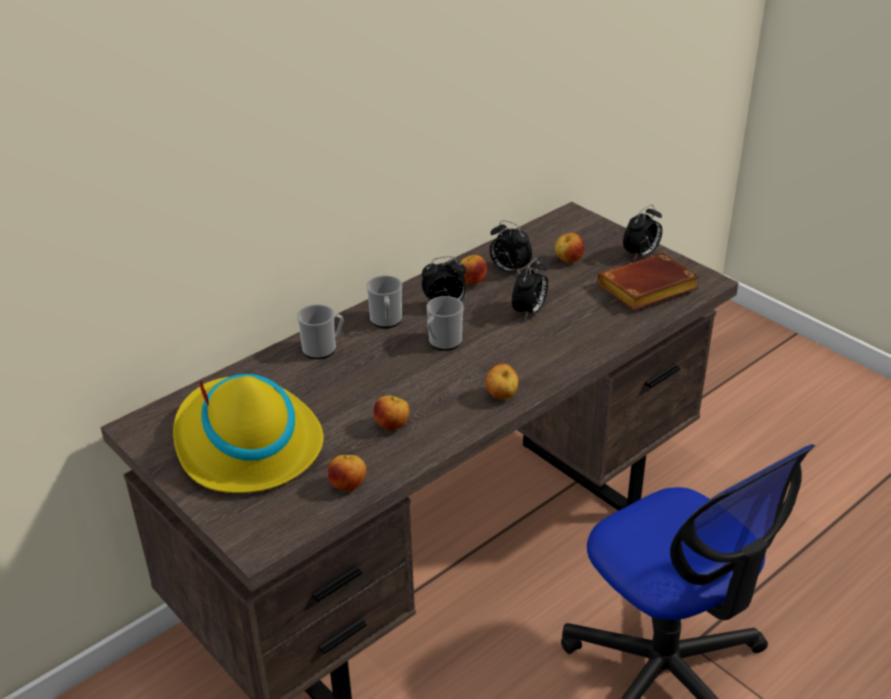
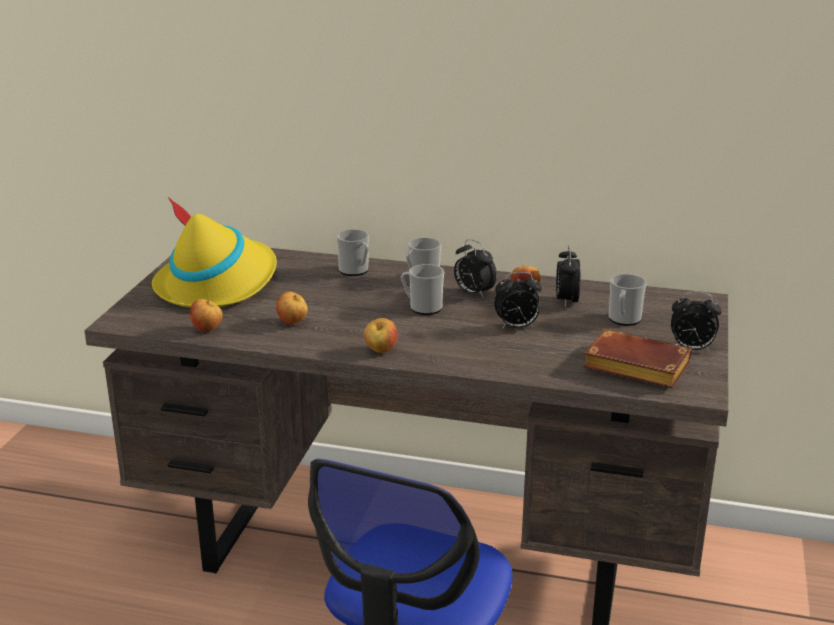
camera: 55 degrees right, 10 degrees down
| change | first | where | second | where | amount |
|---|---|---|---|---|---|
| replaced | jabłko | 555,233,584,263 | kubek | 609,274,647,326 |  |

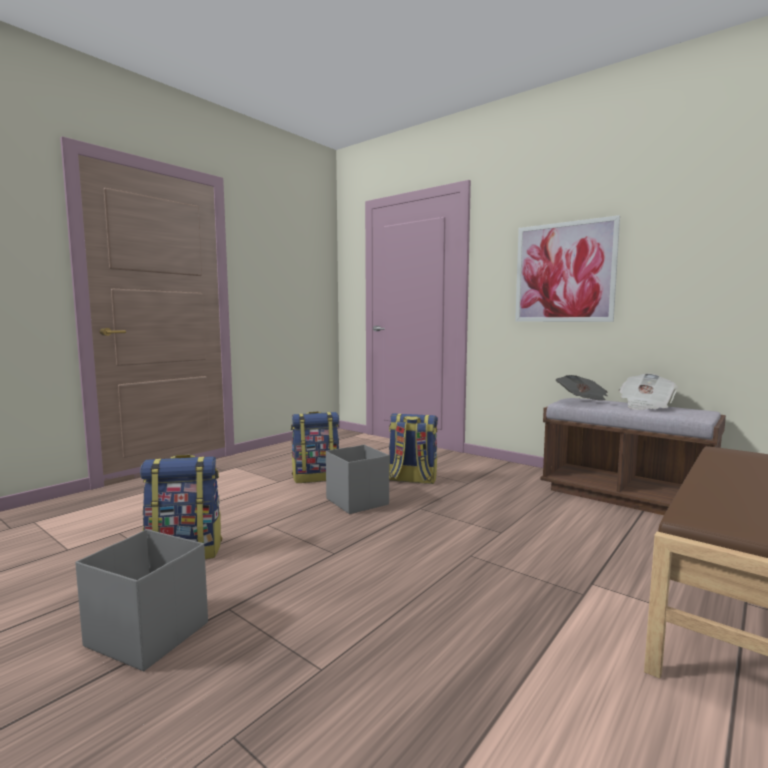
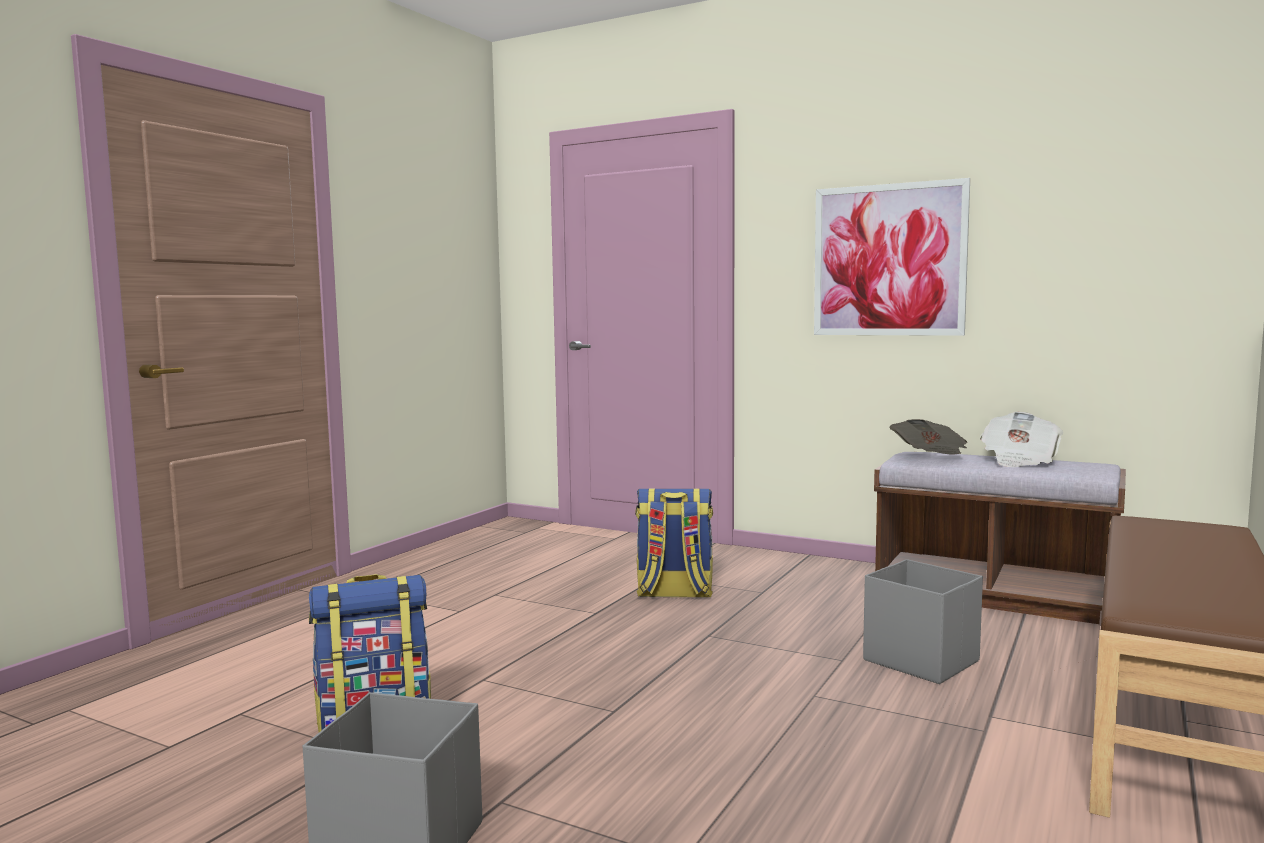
camera: 10 degrees left, 0 degrees up
| change | first | where | second | where | amount |
|---|---|---|---|---|---|
| removed | plecak | 291,412,339,483 |  |  |  |
| moved | pojemnik do przechowywania/szary | 326,445,389,514 |  | 863,559,983,684 |  |

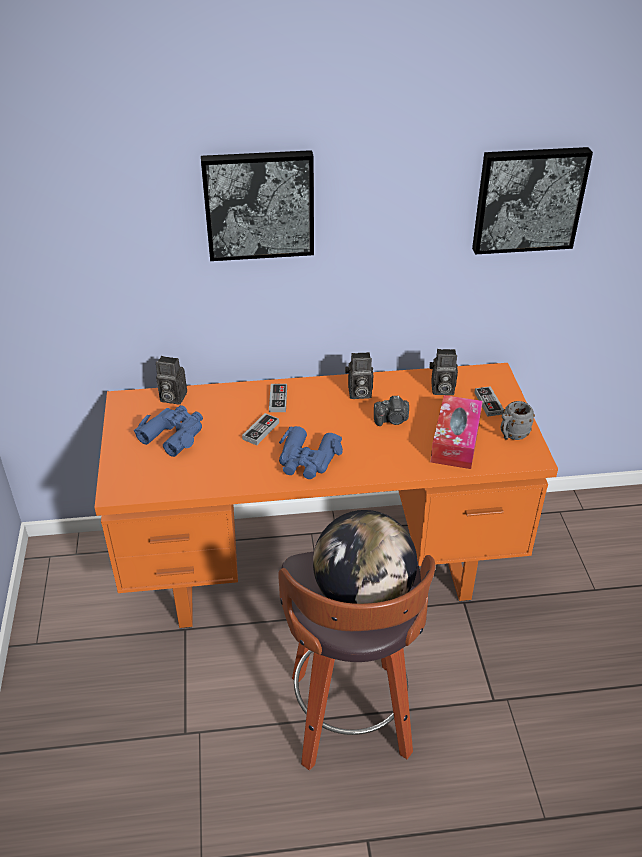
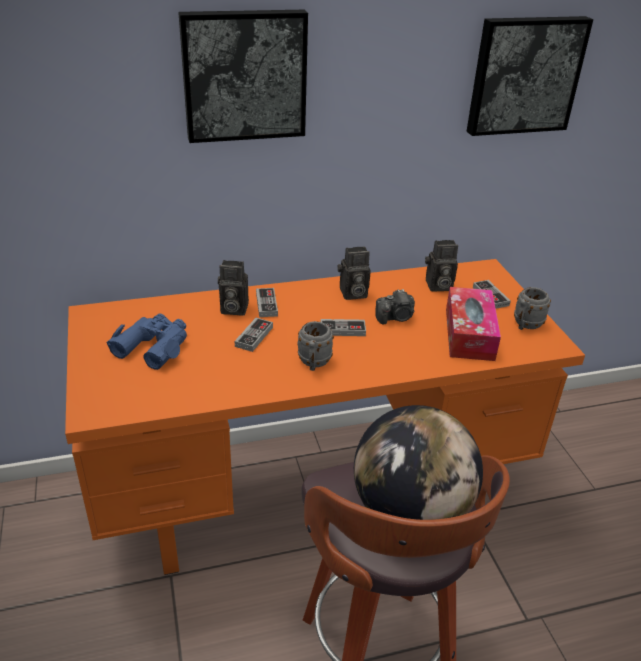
camera: 10 degrees left, 5 degrees down
| change | first | where | second | where | amount |
|---|---|---|---|---|---|
| moved | aparat fotograficzny | 156,356,187,405 |  | 218,260,249,316 |  |
| replaced | lornetka/niebieski | 279,426,343,479 | kubek/szary | 297,321,334,371 |  |
| added |  |  | pad do gier | 321,319,366,336 |  |

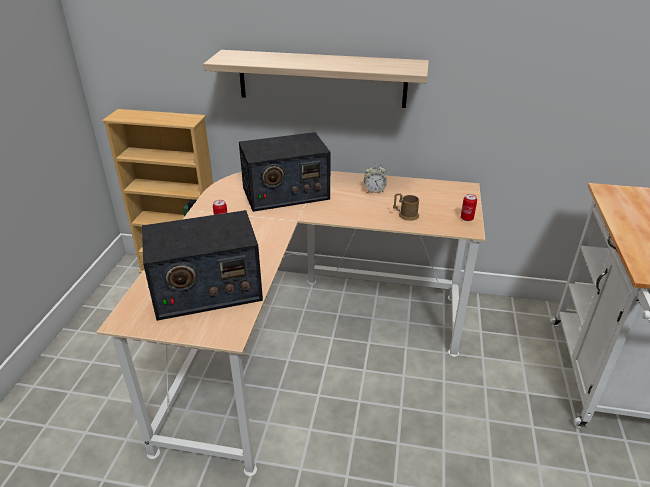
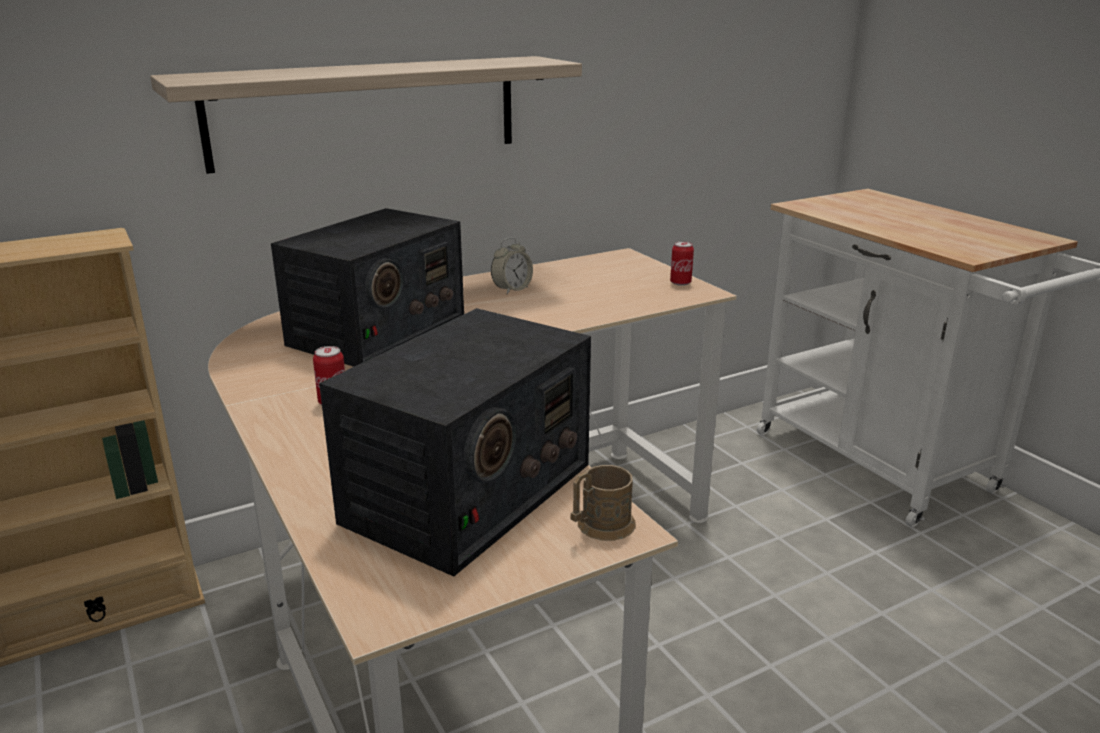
camera: 40 degrees left, 10 degrees down
| change | first | where | second | where | amount |
|---|---|---|---|---|---|
| moved | kubek/brązowy | 393,193,419,221 |  | 571,465,636,541 |  |

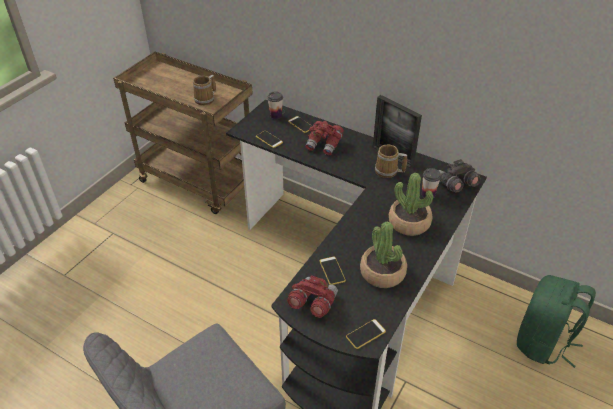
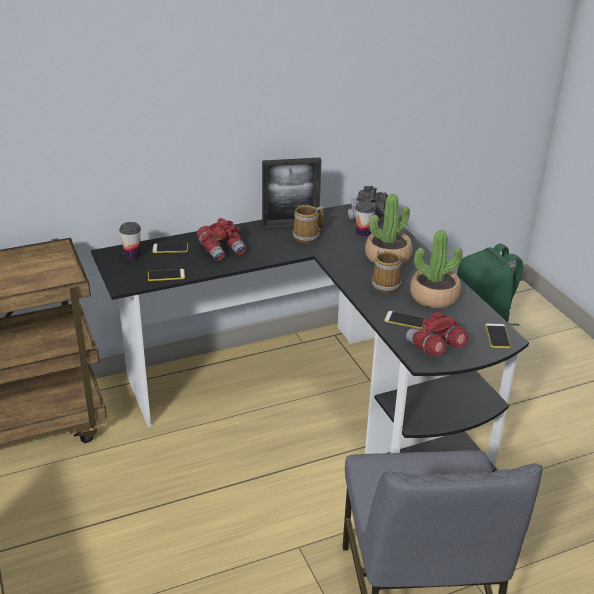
camera: 55 degrees left, 10 degrees down
| change | first | where | second | where | amount |
|---|---|---|---|---|---|
| moved | kubek | 193,75,216,105 |  | 372,249,402,294 |  |

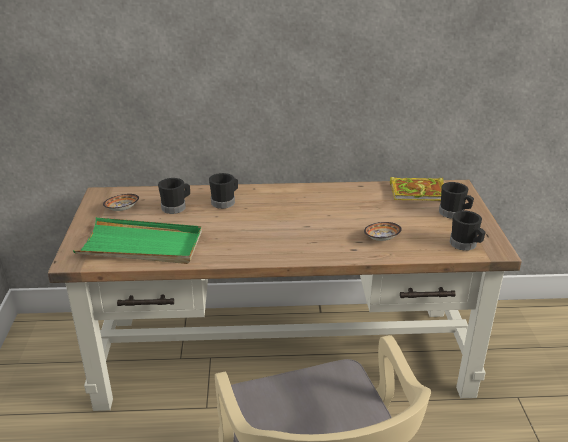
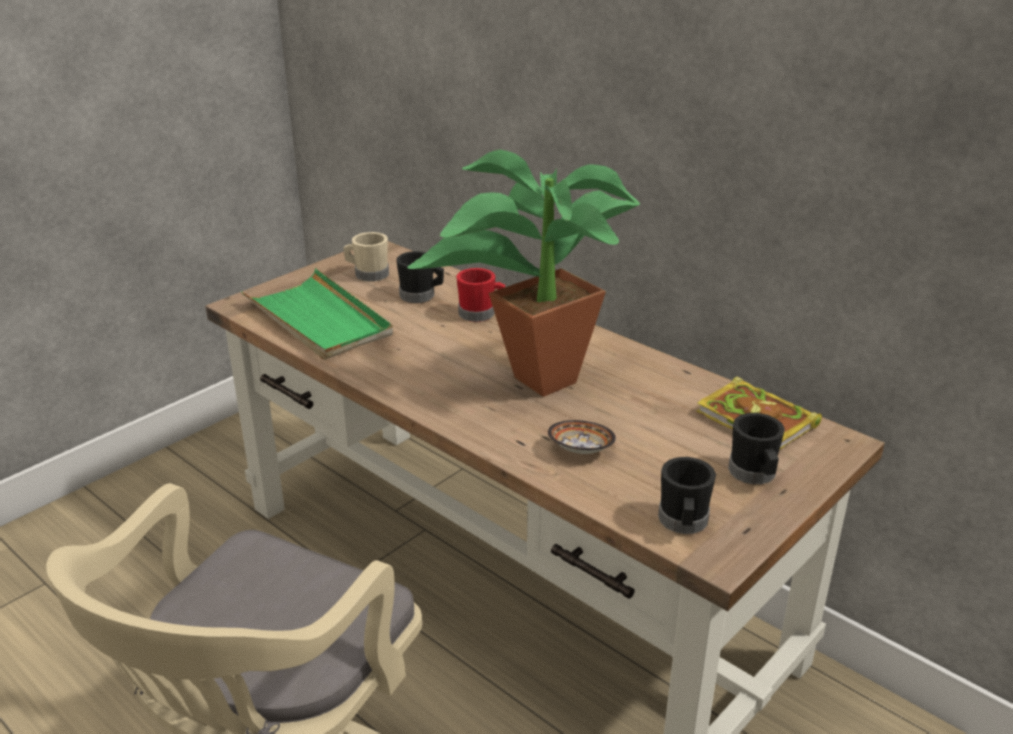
camera: 45 degrees right, 0 degrees up
| change | first | where | second | where | amount |
|---|---|---|---|---|---|
| replaced | miska | 103,194,139,211 | kubek/beżowy | 343,232,389,282 |  |
| recoloured | kubek/czarny | 209,173,238,209 | kubek/czerwony | 456,268,505,322 |  |
| added |  |  | roślina doniczkowa | 407,149,640,397 |  |

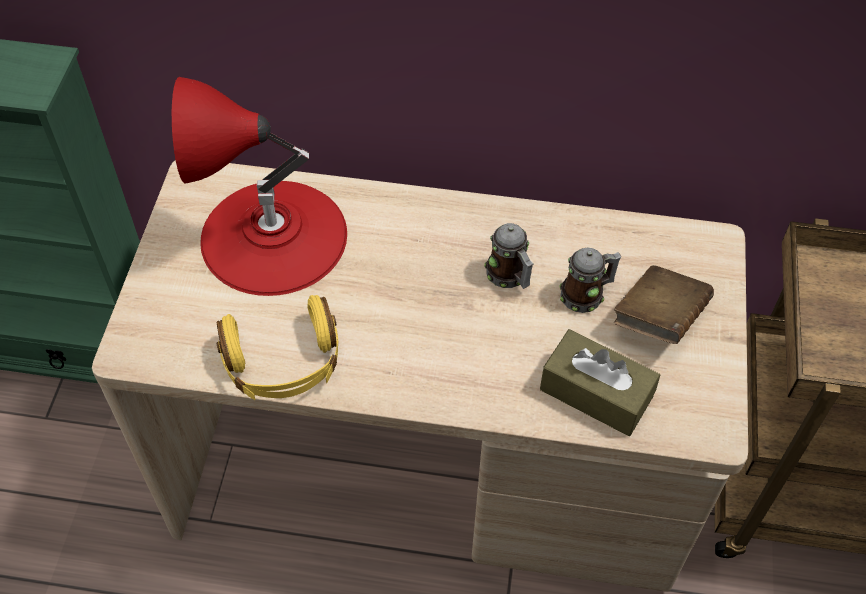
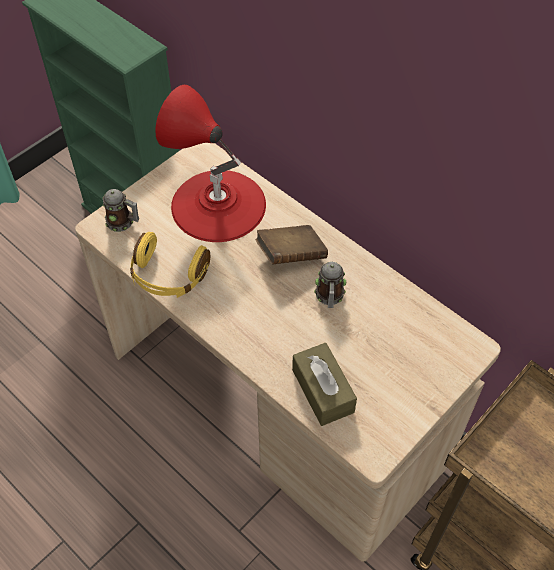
camera: 35 degrees right, 0 degrees up
| change | first | where | second | where | amount |
|---|---|---|---|---|---|
| moved | kubek | 559,248,621,313 |  | 102,189,139,232 |  |
| moved | książka/brązowy | 614,265,714,344 |  | 255,225,328,264 |  |

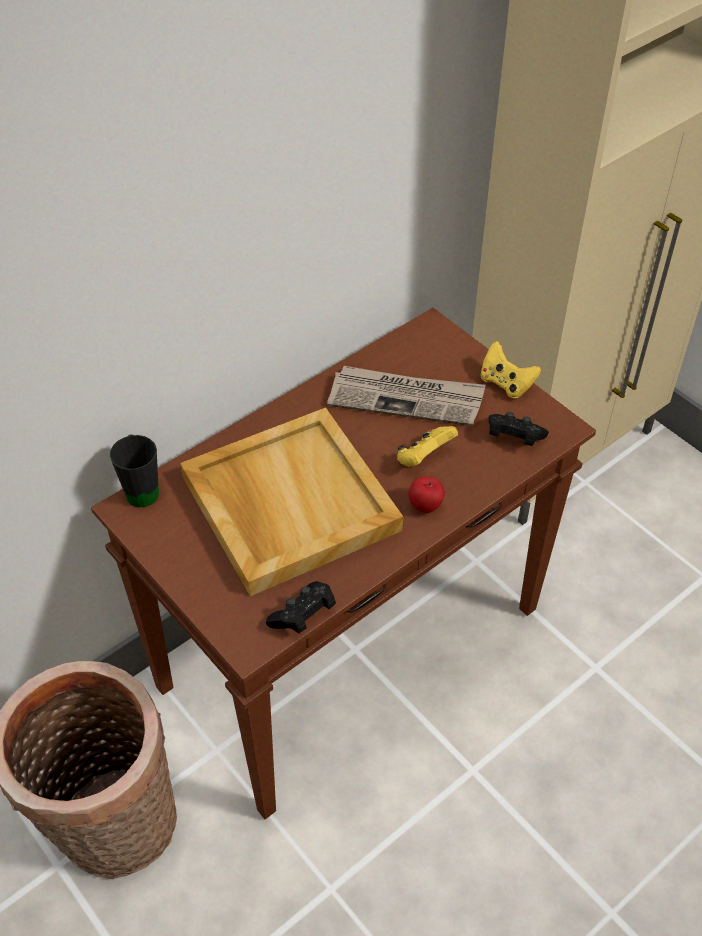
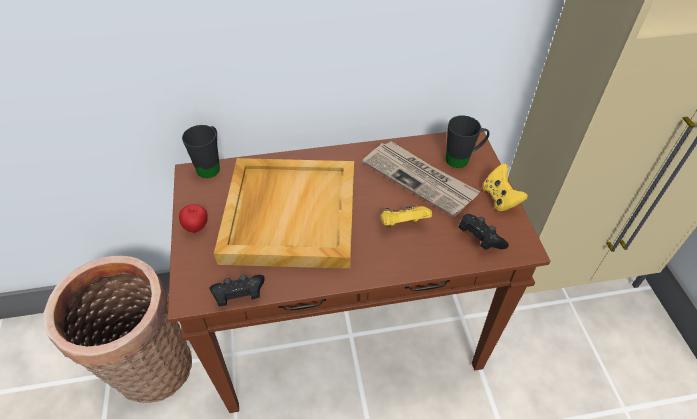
camera: 30 degrees right, 0 degrees up
| change | first | where | second | where | amount |
|---|---|---|---|---|---|
| moved | jabłko | 408,477,445,513 |  | 179,204,208,233 |  |
| added |  |  | kubek/czarny | 446,115,489,168 |  |

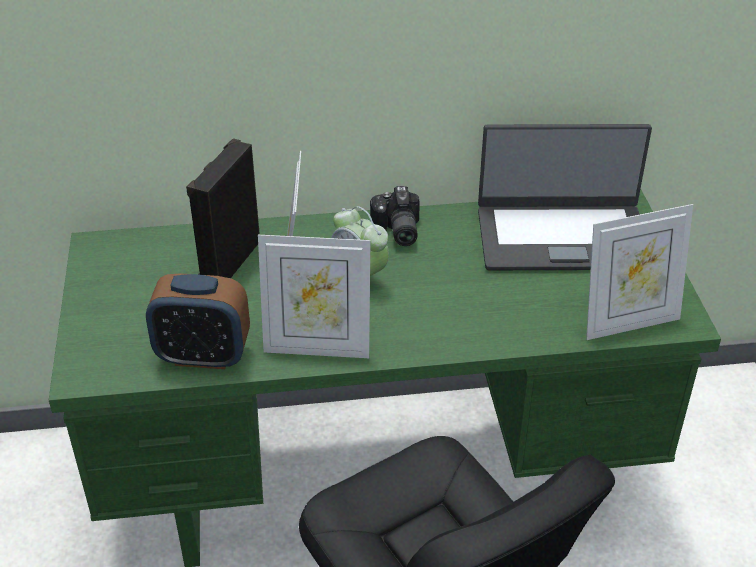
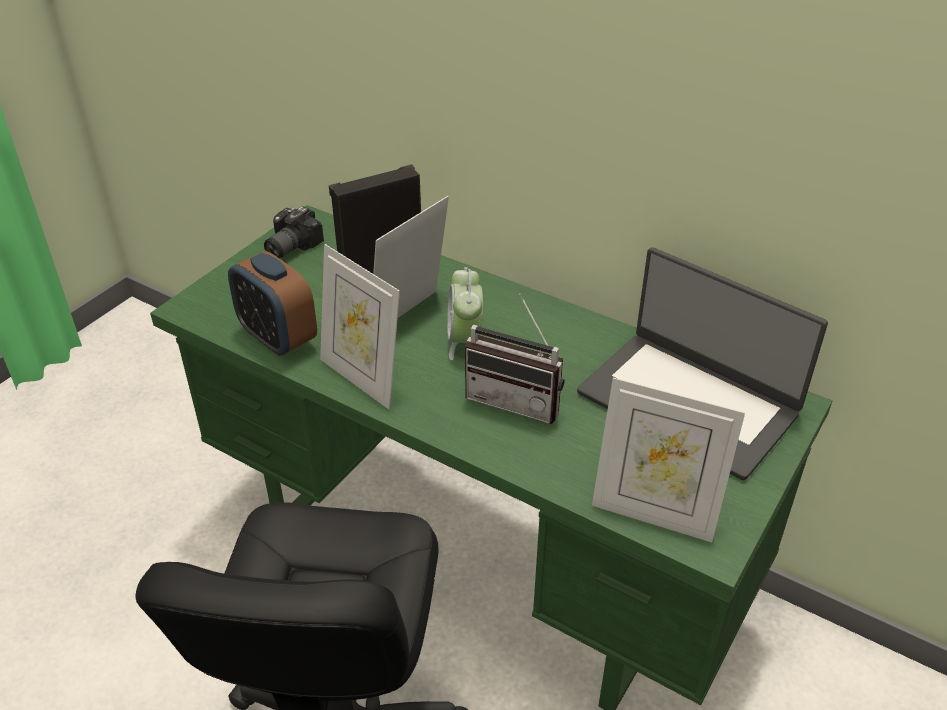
camera: 40 degrees right, 0 degrees up
| change | first | where | second | where | amount |
|---|---|---|---|---|---|
| moved | aparat fotograficzny | 370,186,420,246 |  | 264,206,324,259 |  |
| added |  |  | radio | 465,294,565,424 |  |

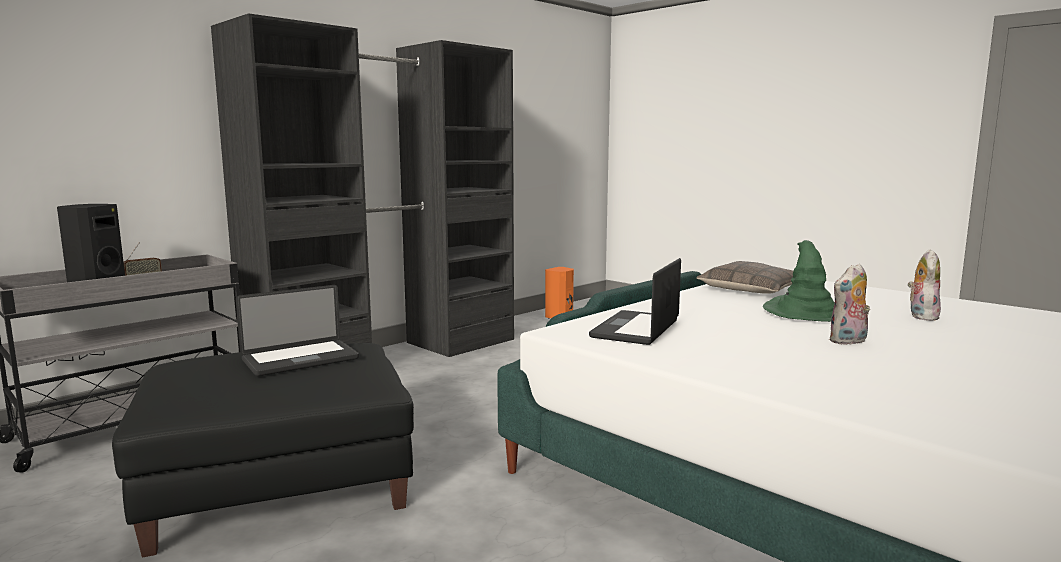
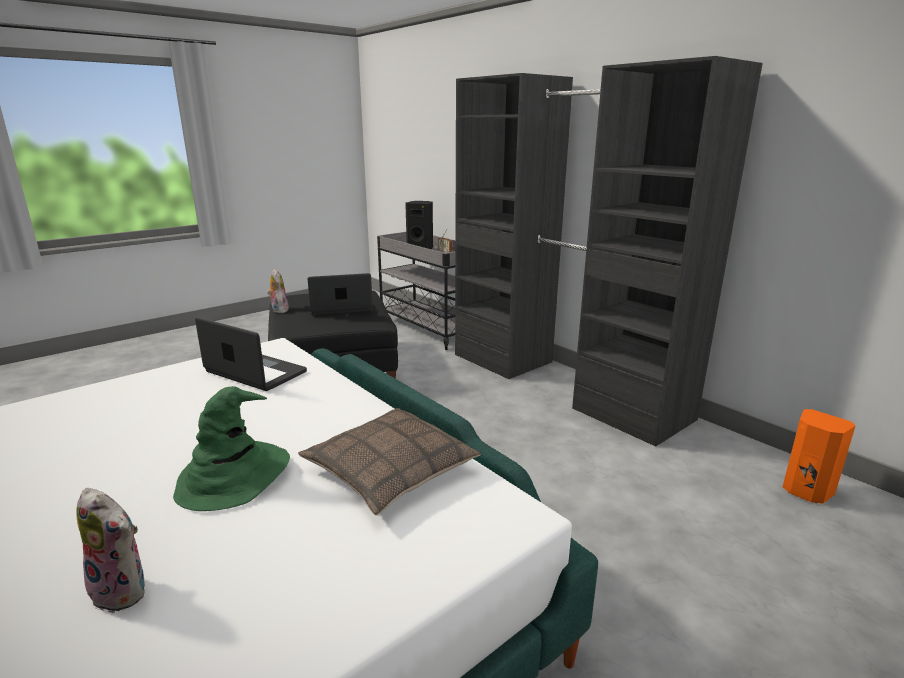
camera: 95 degrees right, 10 degrees up
| change | first | where | second | where | amount |
|---|---|---|---|---|---|
| turned | laptop | 236,285,359,376 |  | 308,273,373,316 | 105 degrees clockwise |
| moved | pluszak | 829,264,870,345 |  | 267,269,289,313 |  |

